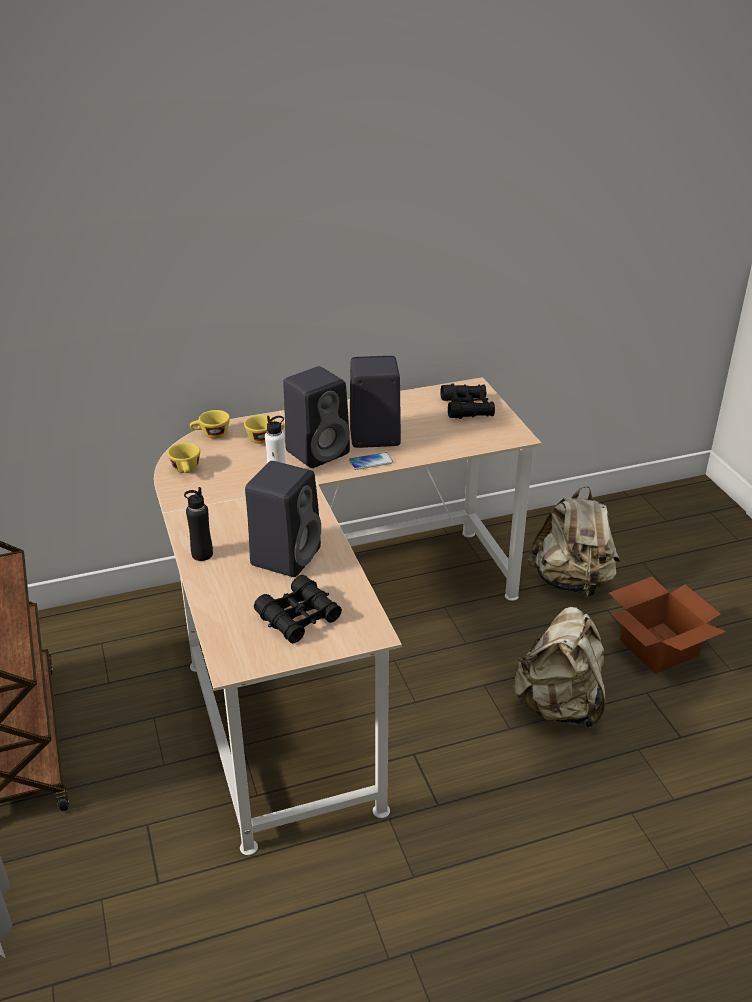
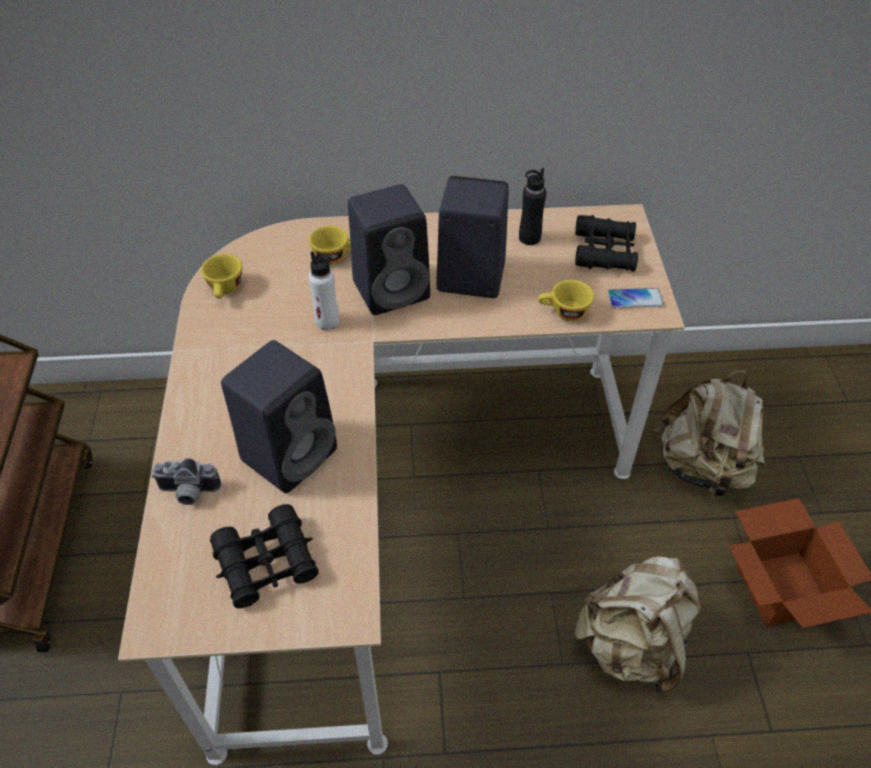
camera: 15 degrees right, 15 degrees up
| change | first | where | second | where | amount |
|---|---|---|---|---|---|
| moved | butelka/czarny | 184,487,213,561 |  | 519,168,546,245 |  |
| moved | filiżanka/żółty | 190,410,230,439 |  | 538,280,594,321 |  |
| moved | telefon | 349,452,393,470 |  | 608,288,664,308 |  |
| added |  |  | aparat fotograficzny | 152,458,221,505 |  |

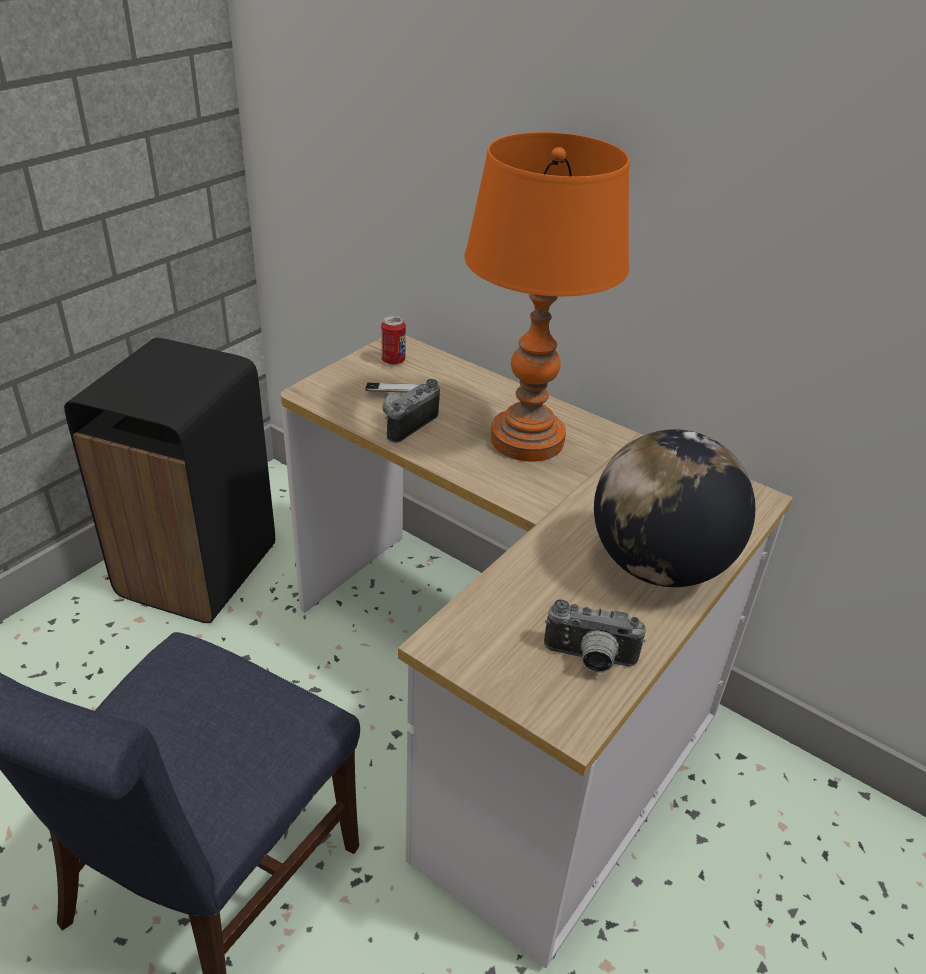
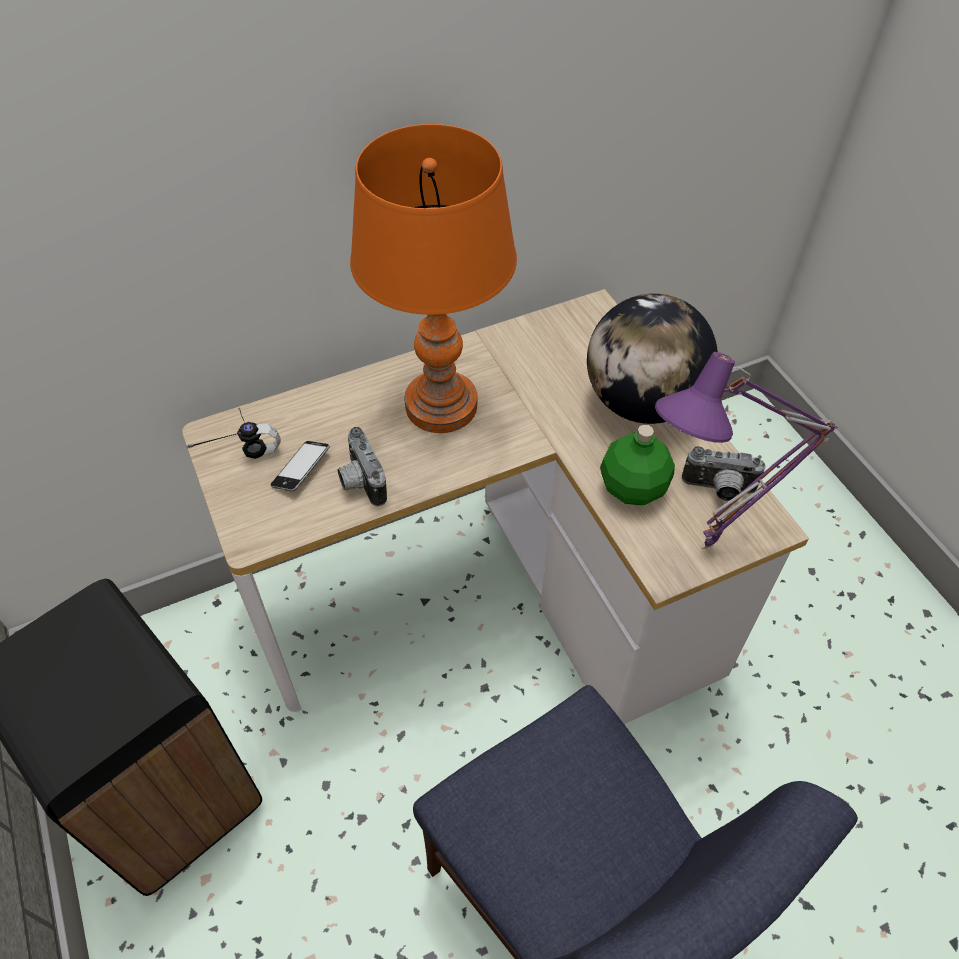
camera: 60 degrees left, 15 degrees up
| change | first | where | second | where | amount |
|---|---|---|---|---|---|
| replaced | puszka | 381,316,406,365 | słuchawki | 187,407,281,459 |  |
| turned | aparat fotograficzny | 544,599,646,673 |  | 682,446,766,501 | 60 degrees clockwise |
| added |  |  | butelka/zielony | 600,425,675,505 |  |
| added |  |  | lampa stołowa/fioletowy | 655,352,837,549 |  |

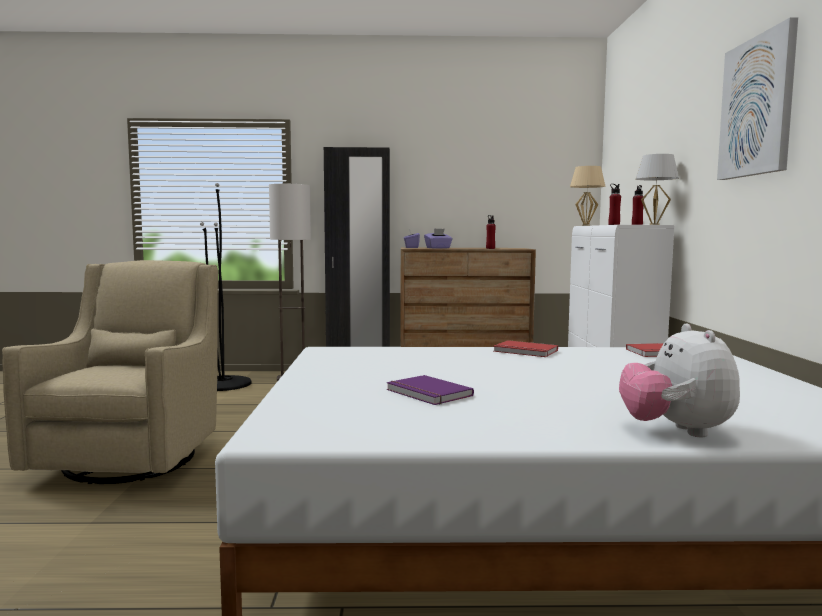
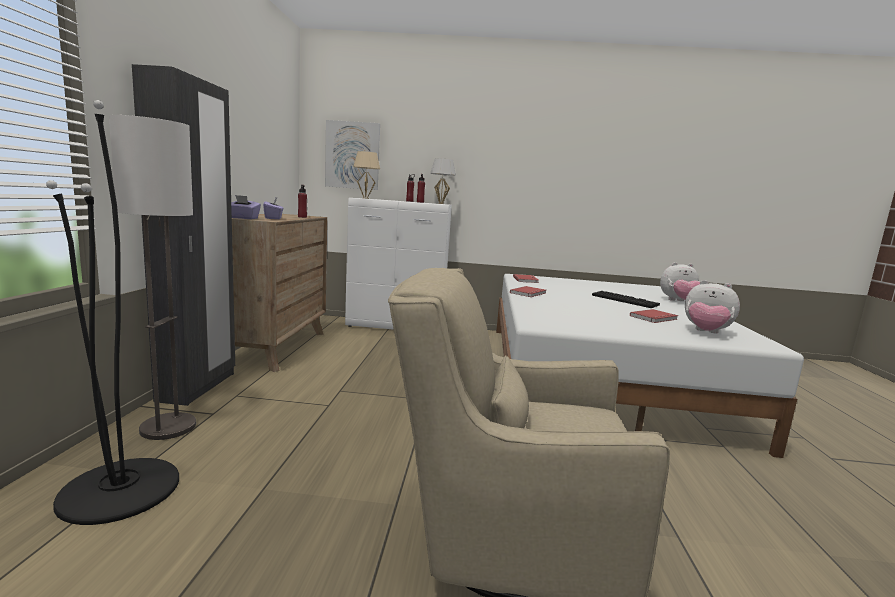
camera: 85 degrees left, 5 degrees up
| change | first | where | second | where | amount |
|---|---|---|---|---|---|
| recoloured | książka/fioletowy | 387,375,474,405 | książka/czerwony | 630,309,678,323 |  |
| moved | obraz | 717,17,798,180 |  | 325,120,380,190 |  |
| added |  |  | klawiatura | 592,291,660,308 |  |
| added |  |  | pluszak | 685,280,740,333 |  |

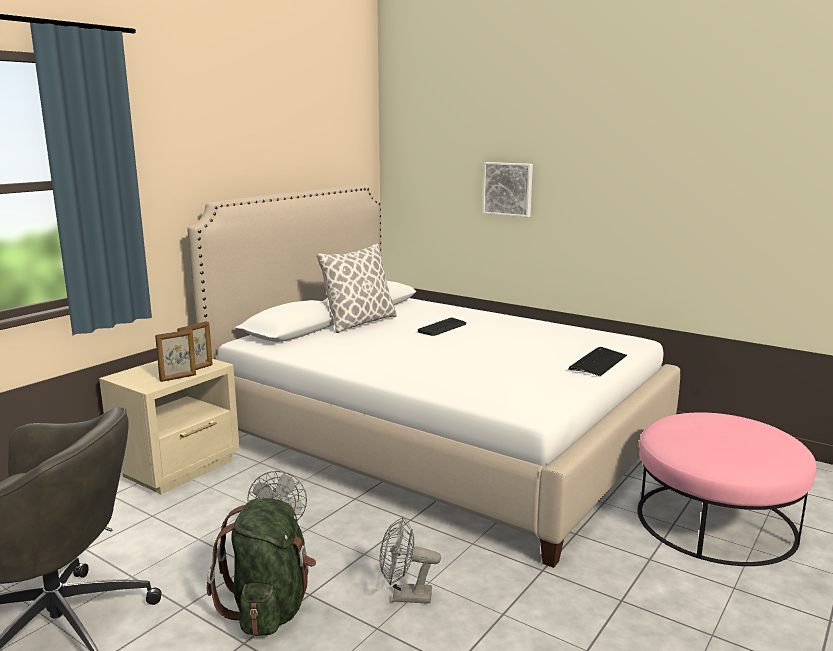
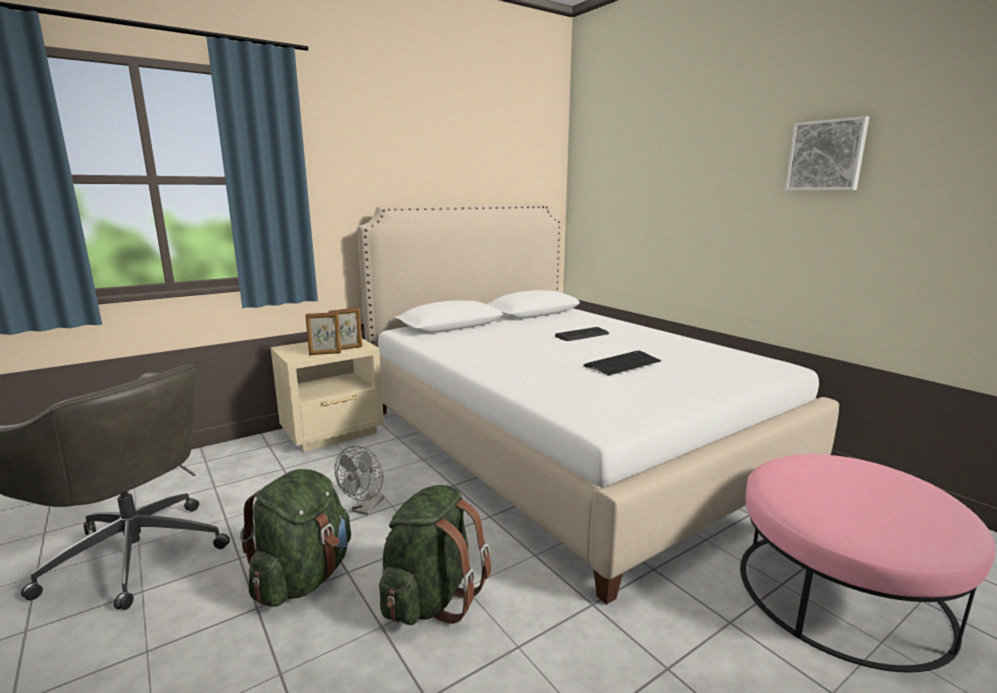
camera: 20 degrees right, 0 degrees up
| change | first | where | second | where | amount |
|---|---|---|---|---|---|
| removed | poduszka | 316,244,397,333 |  |  |  |
| replaced | wentylator/szary | 380,517,441,604 | plecak/zielony | 379,485,491,625 |  |
| moved | obraz | 483,162,533,217 |  | 785,116,869,190 |  |
| moved | klawiatura | 568,347,627,376 |  | 583,351,661,376 |  |

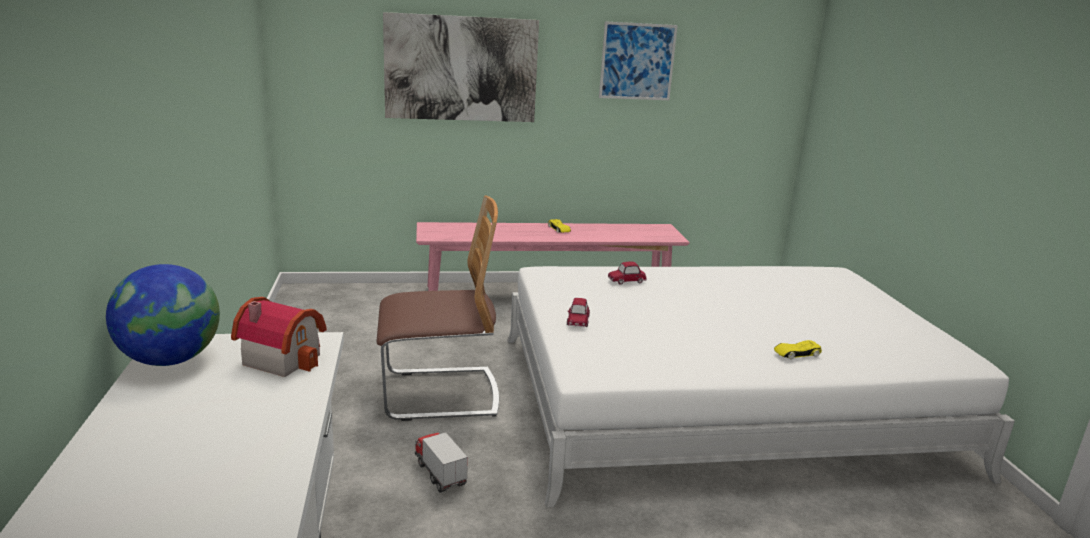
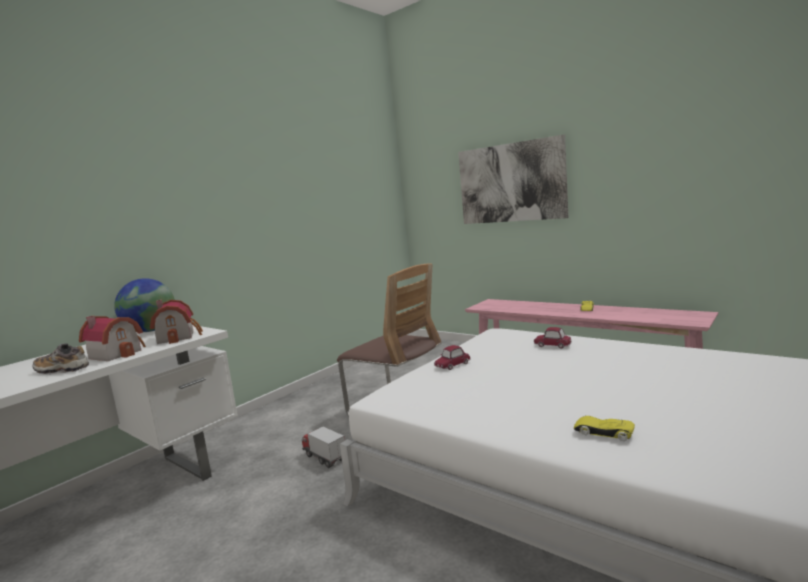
camera: 50 degrees right, 10 degrees down
| change | first | where | second | where | amount |
|---|---|---|---|---|---|
| turned | ciężarówka zabawkowa | 415,432,468,493 |  | 302,427,345,468 | 60 degrees counterclockwise |
| removed | obraz | 599,21,678,100 |  |  |  |
| added |  |  | but | 32,343,89,375 |  |
| added |  |  | domek | 79,316,146,361 |  |

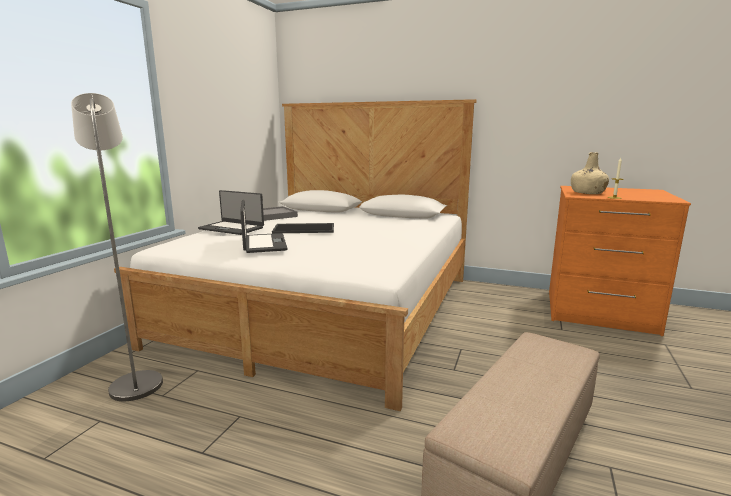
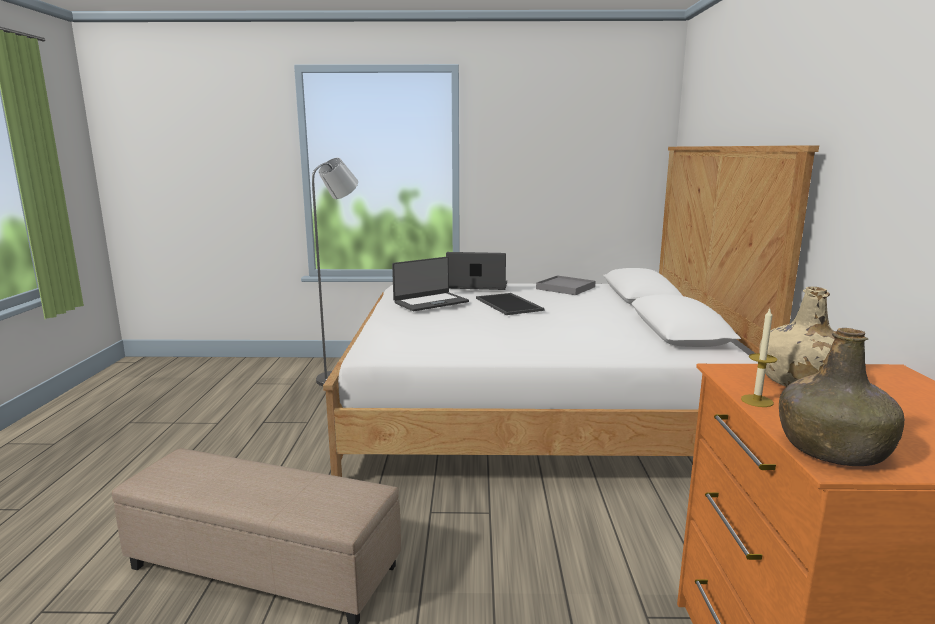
camera: 70 degrees right, 0 degrees up
| change | first | where | second | where | amount |
|---|---|---|---|---|---|
| turned | laptop | 198,190,264,235 |  | 446,252,507,290 | 90 degrees clockwise |
| added |  |  | butelka/zielony | 779,328,905,466 |  |

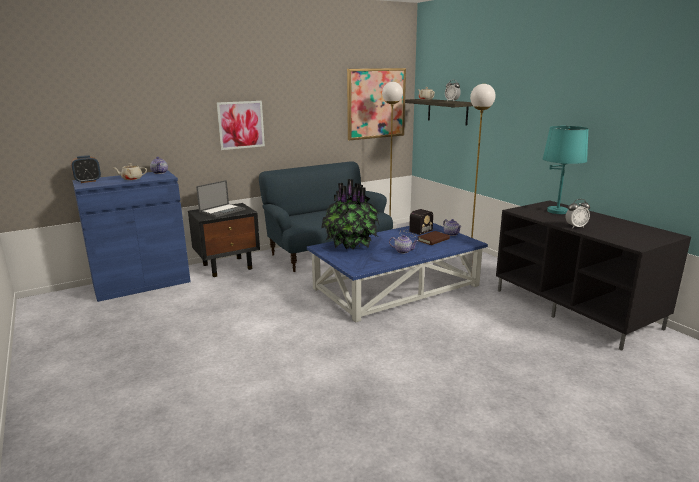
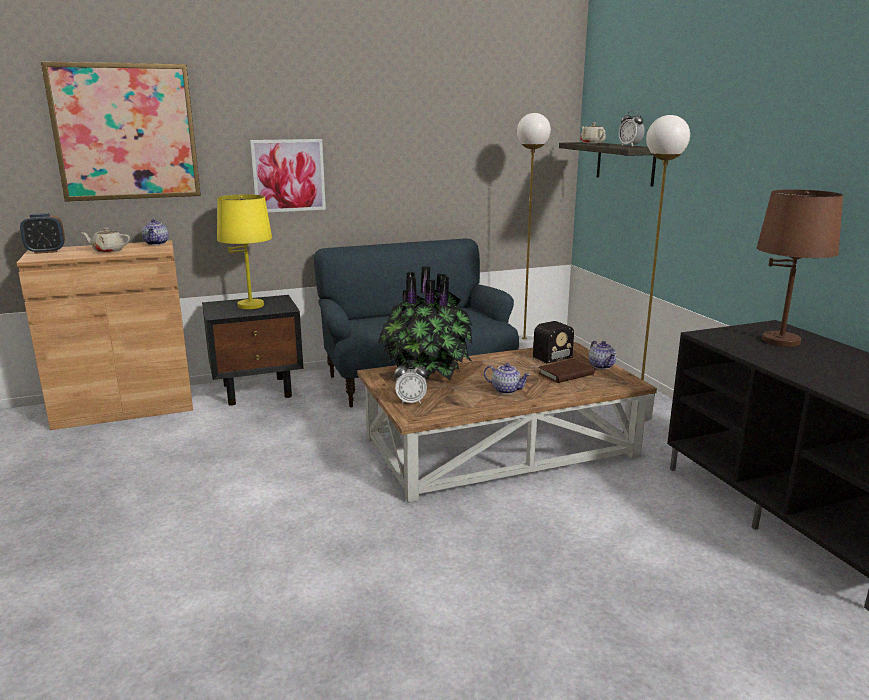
camera: 10 degrees right, 0 degrees up
| change | first | where | second | where | amount |
|---|---|---|---|---|---|
| recoloured | szafka/niebieski | 73,170,191,302 | szafka/brązowy | 17,240,193,430 |  |
| replaced | laptop | 196,180,246,217 | lampa stołowa/żółty | 217,194,272,309 |  |
| recoloured | ława/niebieski | 307,223,488,322 | ława/brązowy | 357,342,657,503 |  |
| moved | obraz | 347,68,406,140 |  | 41,61,201,202 |  |
| recoloured | lampa stołowa/turkusowy | 543,126,588,214 | lampa stołowa/brązowy | 757,189,843,347 |  |
| moved | budzik | 566,199,590,229 |  | 394,360,428,404 |  |

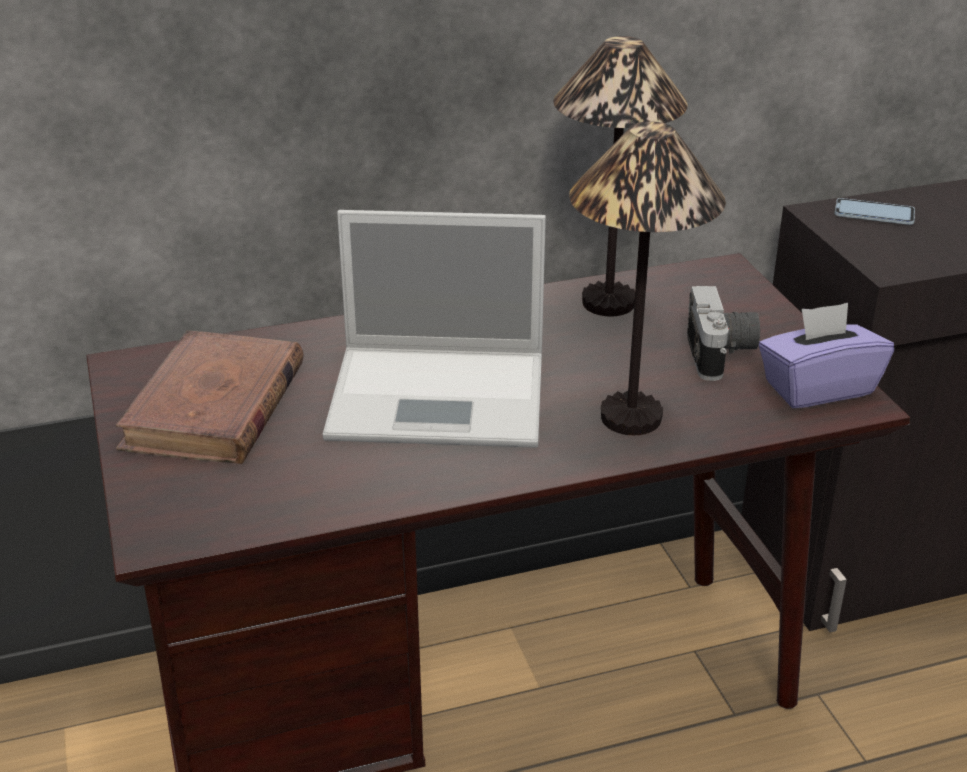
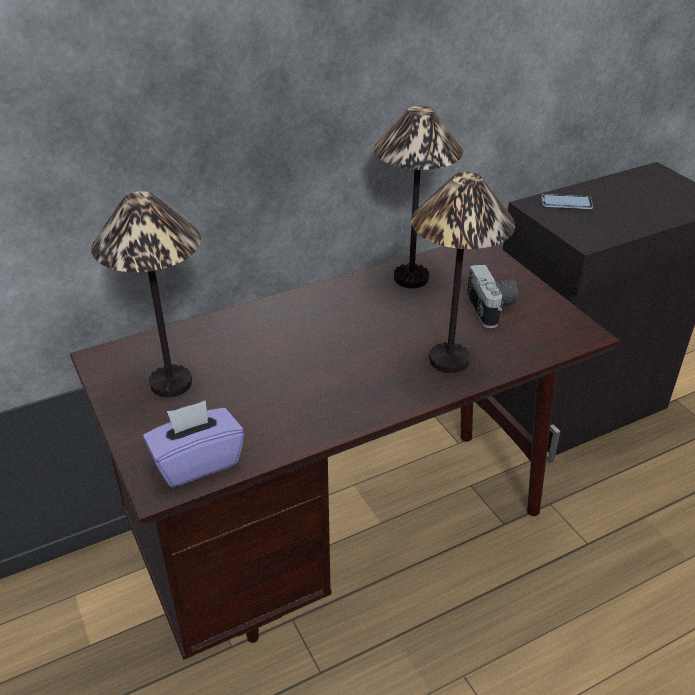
camera: 10 degrees left, 5 degrees up
| change | first | where | second | where | amount |
|---|---|---|---|---|---|
| replaced | książka/brązowy | 116,330,304,464 | lampa stołowa | 91,191,201,397 |  |
| removed | laptop | 323,210,546,448 |  |  |  |
| moved | pudełko chusteczek/fioletowy | 759,303,894,408 |  | 143,400,244,487 |  |

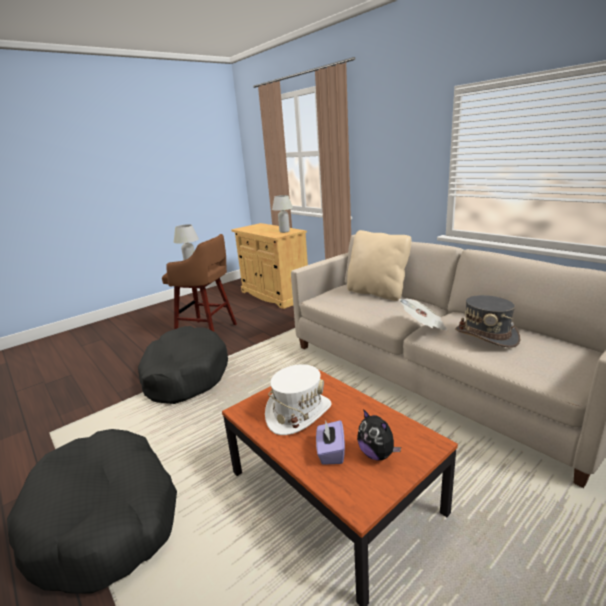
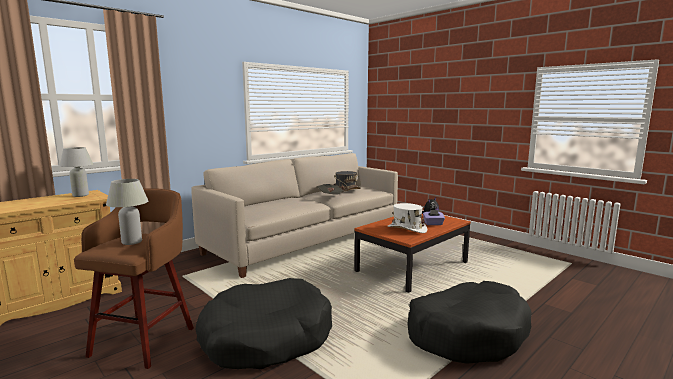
camera: 95 degrees left, 10 degrees down
| change | first | where | second | where | amount |
|---|---|---|---|---|---|
| removed | poduszka/beżowy | 347,230,411,301 |  |  |  |

